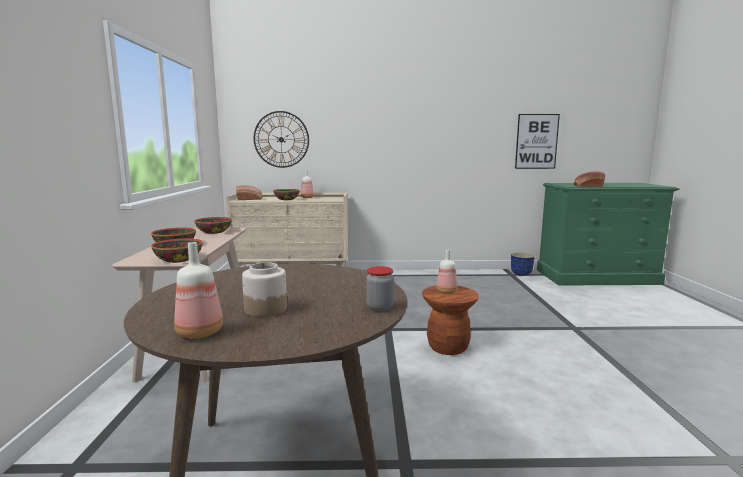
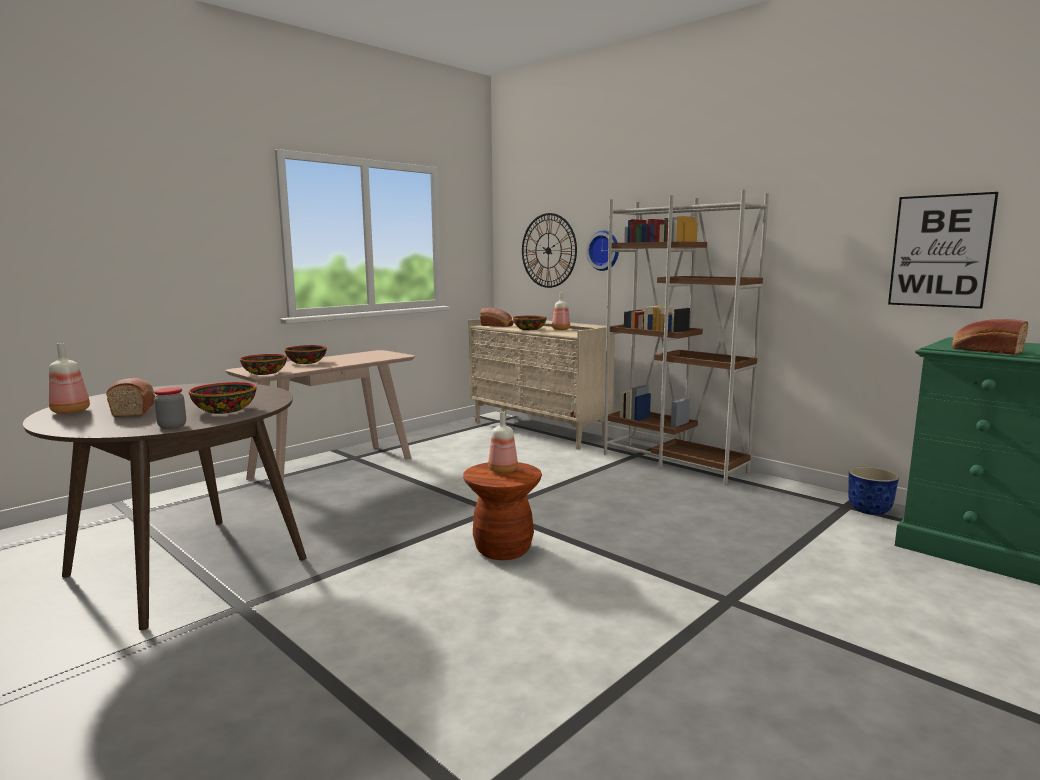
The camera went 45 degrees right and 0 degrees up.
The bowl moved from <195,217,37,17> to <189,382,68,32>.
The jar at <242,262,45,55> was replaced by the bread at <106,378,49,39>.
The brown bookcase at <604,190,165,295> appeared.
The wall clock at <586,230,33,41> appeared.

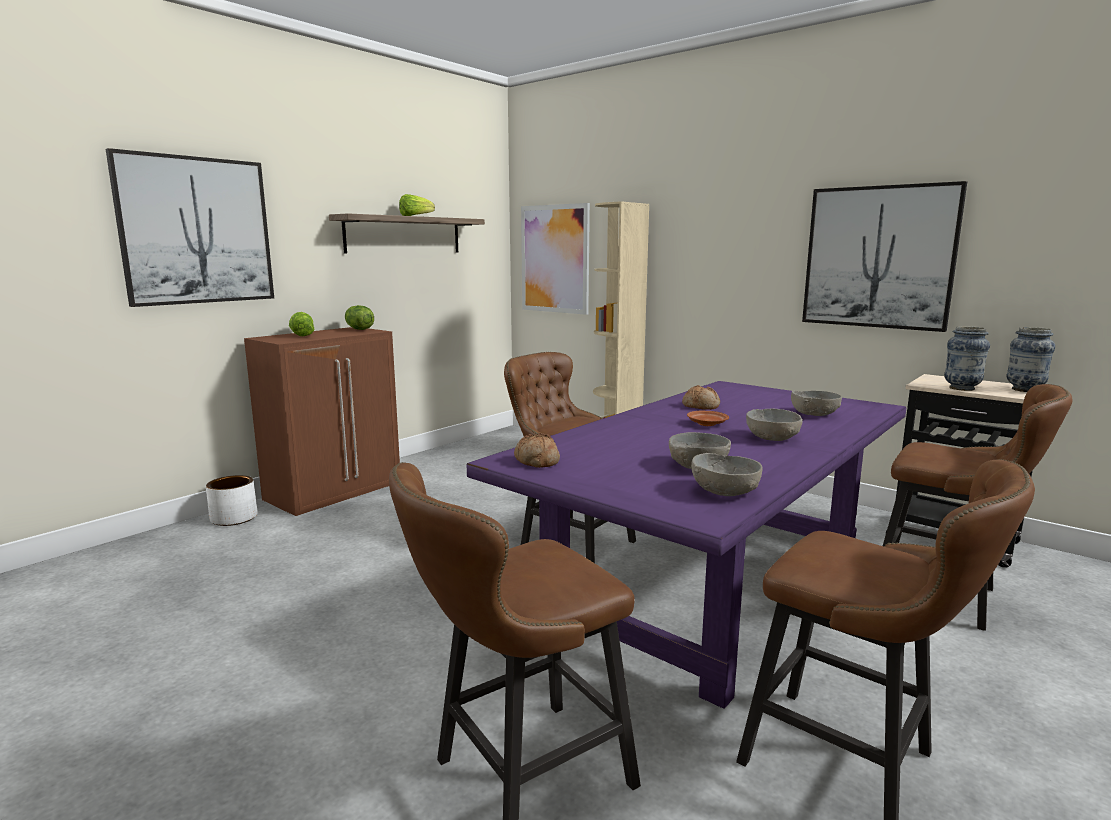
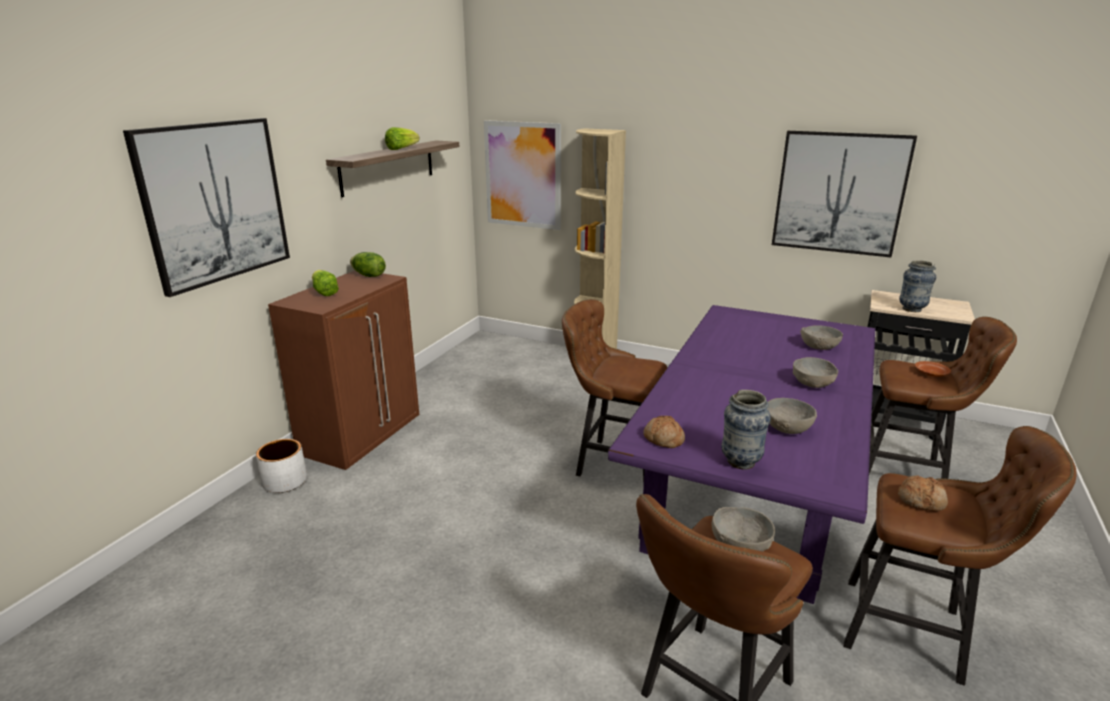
The camera went 15 degrees left and 10 degrees up.
The vase moved from <1007,327,48,65> to <721,390,50,79>.
The bread moved from <682,385,38,25> to <898,475,50,37>.
The brown plate moved from <687,411,42,15> to <915,361,36,16>.
The grey bowl moved from <691,453,71,43> to <712,507,63,45>.

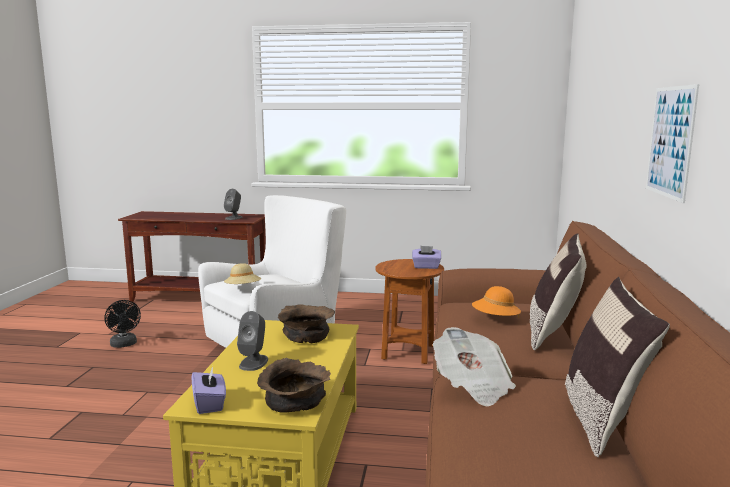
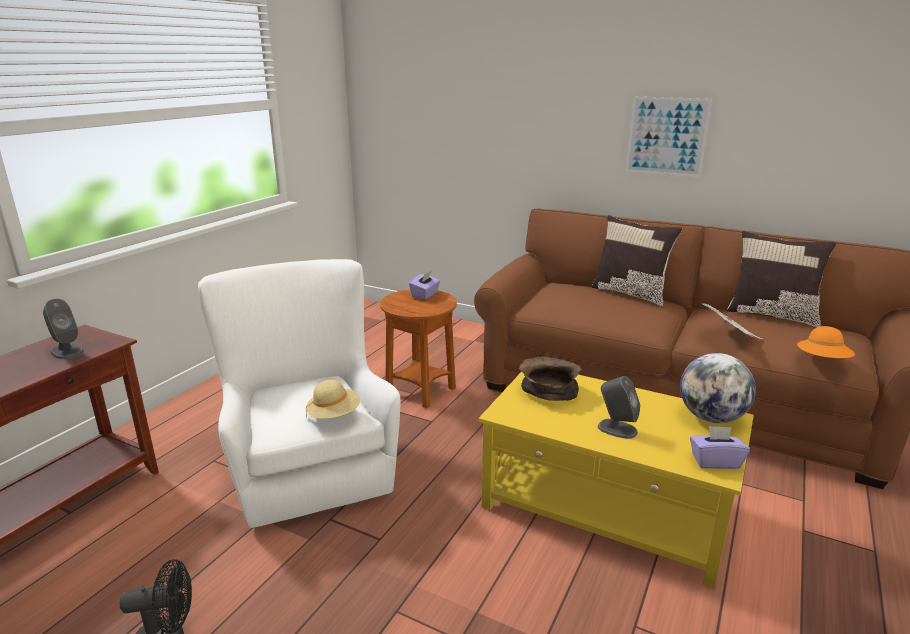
The camera went 70 degrees left and 10 degrees up.
The orange hat moved from <472,286,49,32> to <797,326,58,32>.
The brown bowl at <257,358,74,55> was replaced by the globe at <680,353,76,70>.

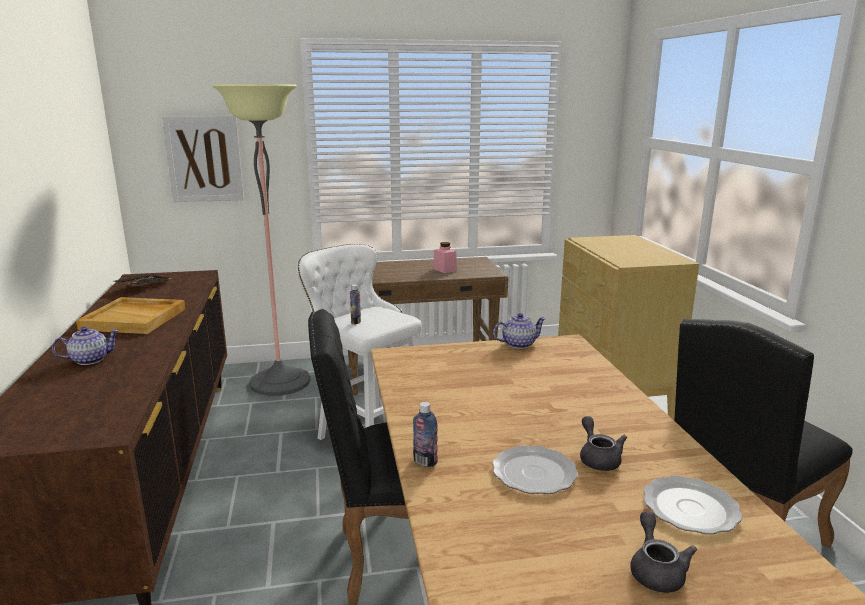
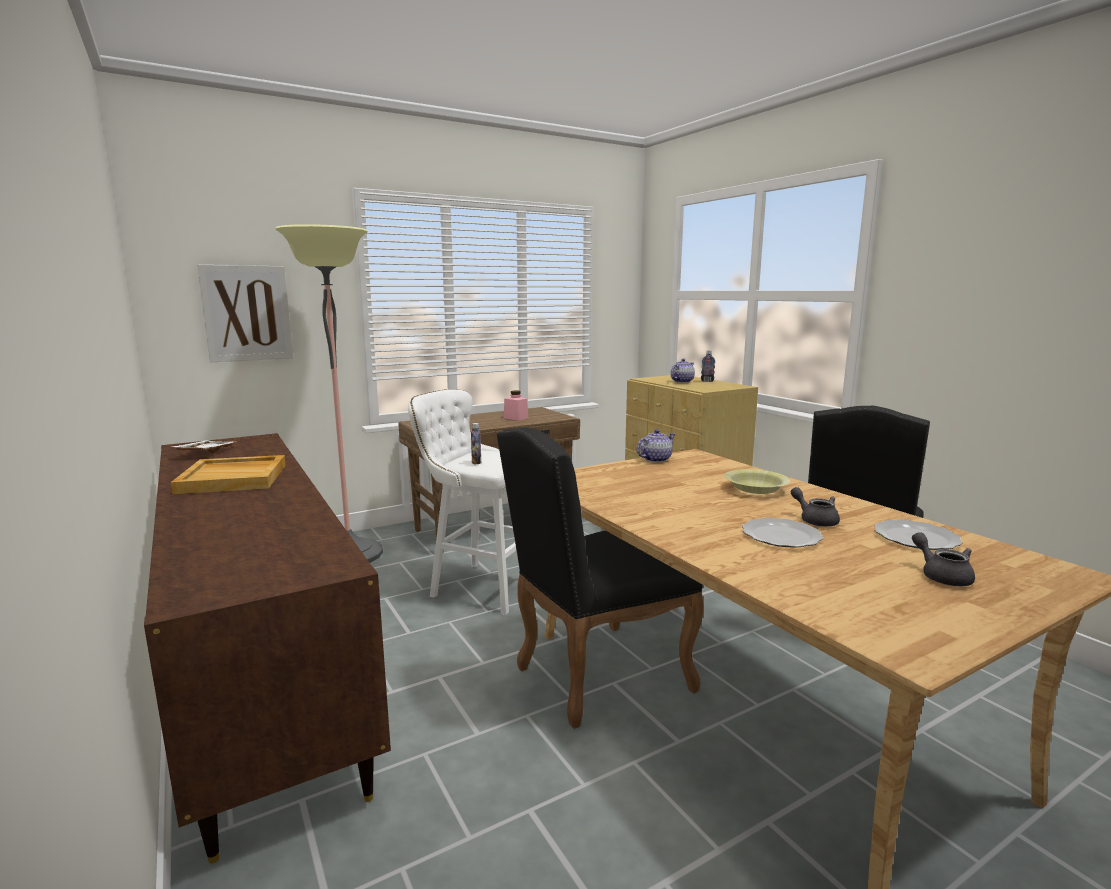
The camera went 20 degrees left and 5 degrees down.
The black tray at <114,274,58,15> became the white tray at <172,440,61,13>.
The teapot moved from <52,327,67,38> to <671,359,24,24>.
The bottle moved from <413,402,25,65> to <701,350,14,32>.
The yellow bowl at <724,469,66,25> appeared.

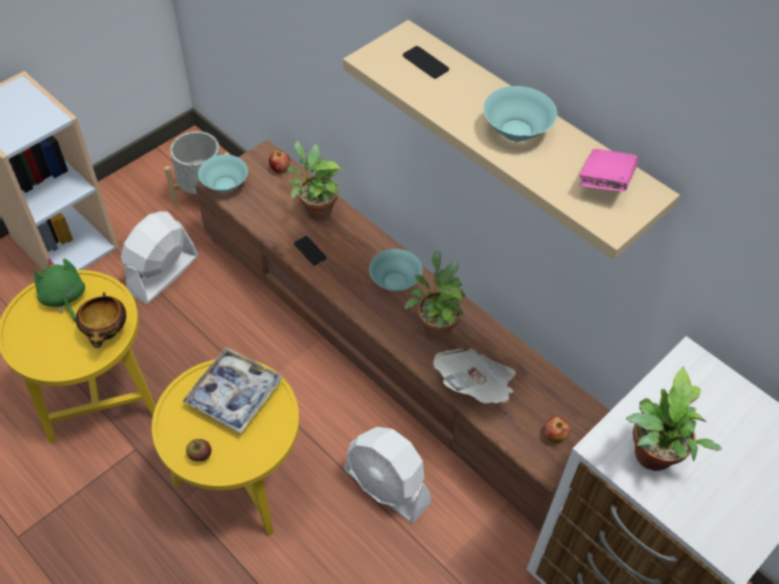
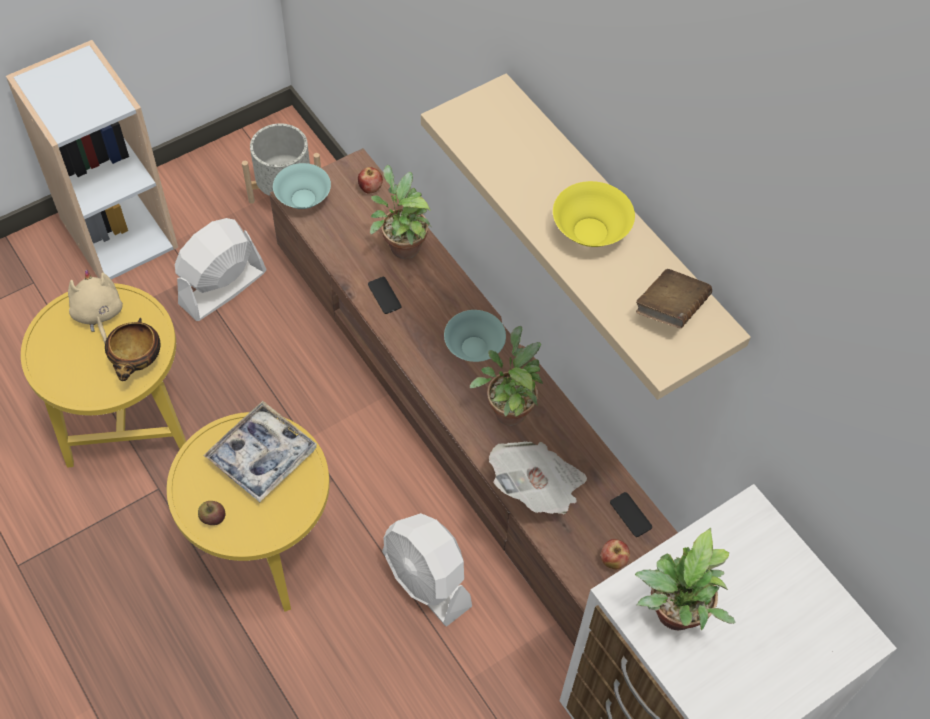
The camera went 10 degrees right and 5 degrees up.
The phone moved from <403,46,46,33> to <610,492,42,45>.
The turquoise bowl at <483,86,74,56> became the yellow bowl at <553,181,82,66>.
The pink book at <579,149,59,42> became the brown book at <636,269,76,59>.
The green plush toy at <34,258,51,64> became the beige plush toy at <68,270,55,73>.

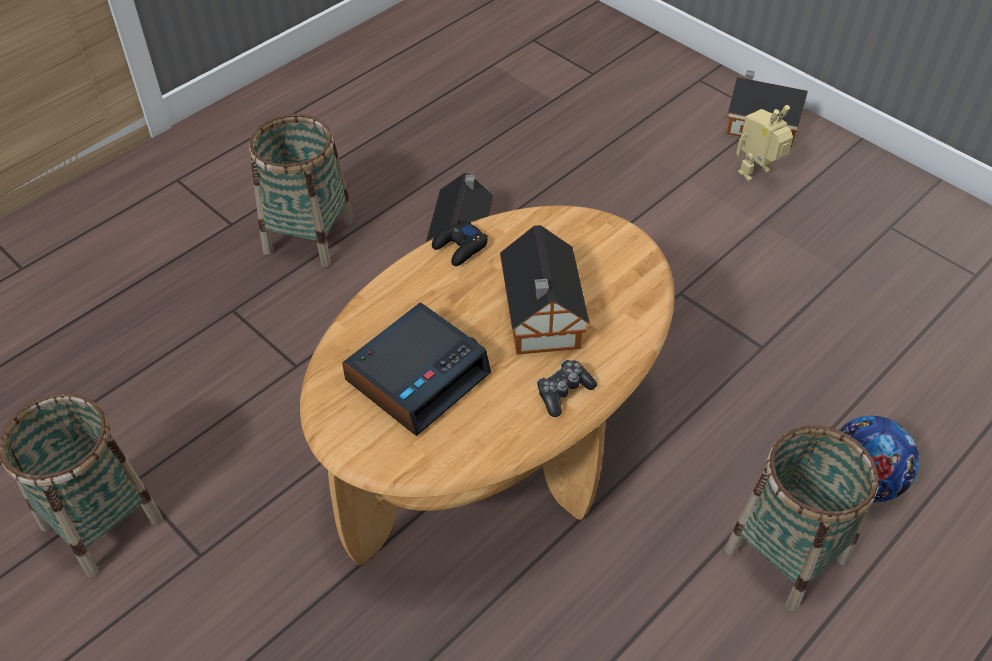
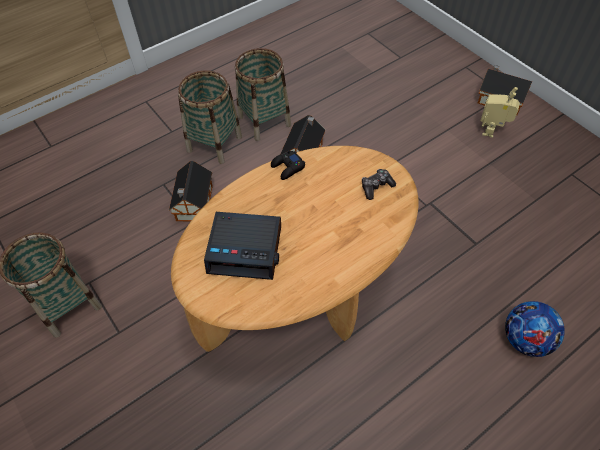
The camera went 10 degrees right and 5 degrees up.
The toy robot at <736,105,57,76> turned 45 degrees counterclockwise.
The toy house moved from <500,225,90,130> to <169,161,44,61>.
The alarm clock at <342,303,149,133> turned 45 degrees clockwise.
The game controller moved from <537,360,60,57> to <362,169,34,31>.
The basket moved from <724,425,155,187> to <235,48,56,93>.

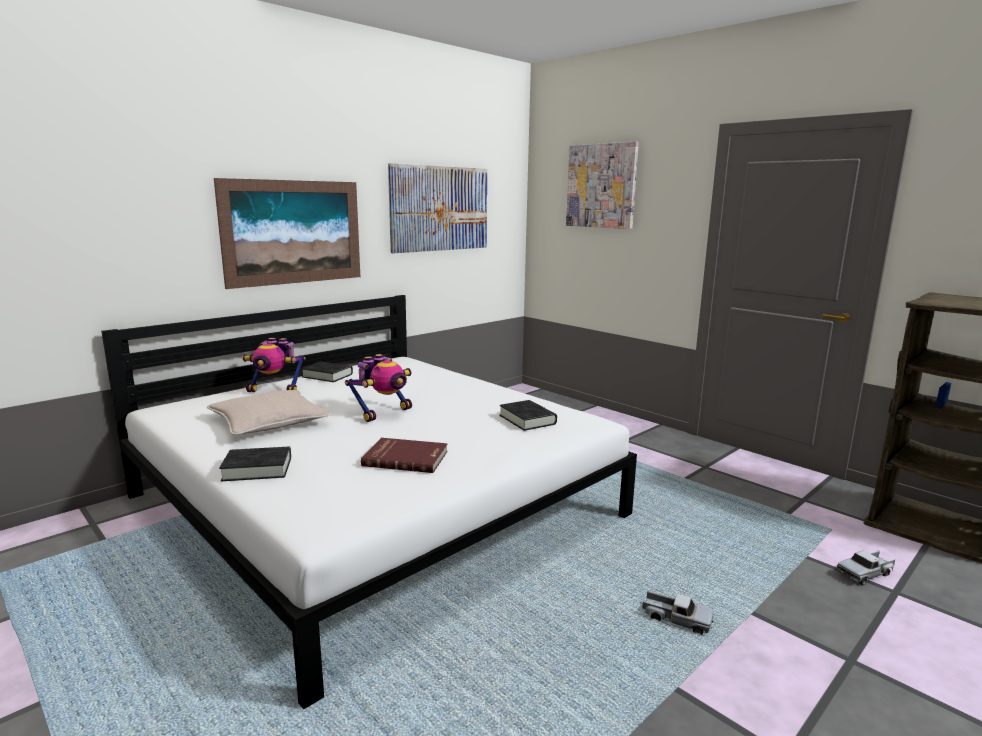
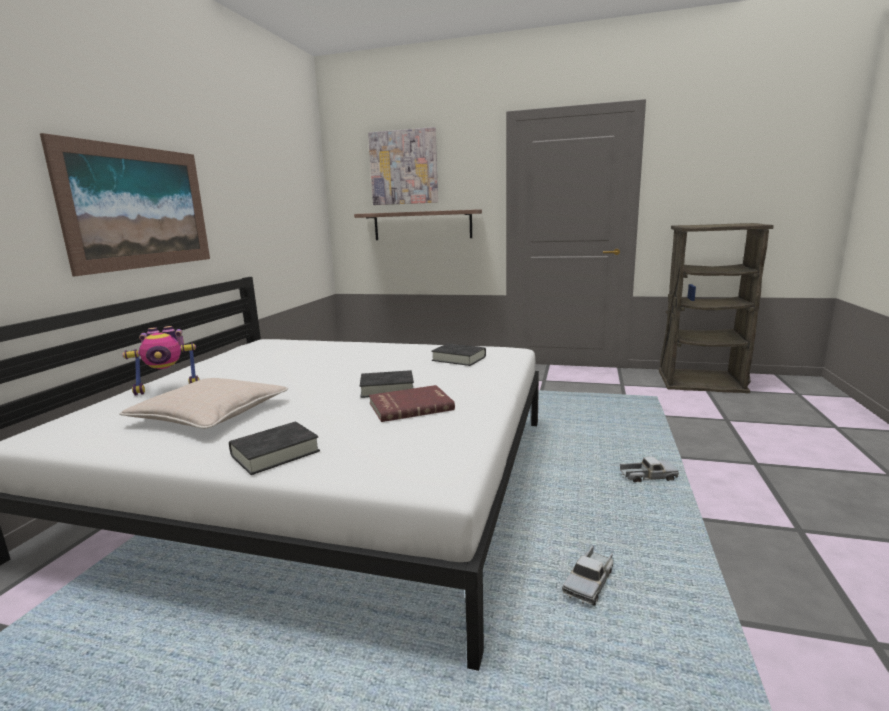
The camera went 30 degrees left and 0 degrees up.
The picture at <388,163,99,90> disappeared.
The toy robot at <345,354,67,68> disappeared.
The black book moved from <301,361,52,21> to <360,370,54,28>.
The toy truck moved from <837,551,58,35> to <562,545,51,61>.
The shelf at <354,210,128,30> appeared.

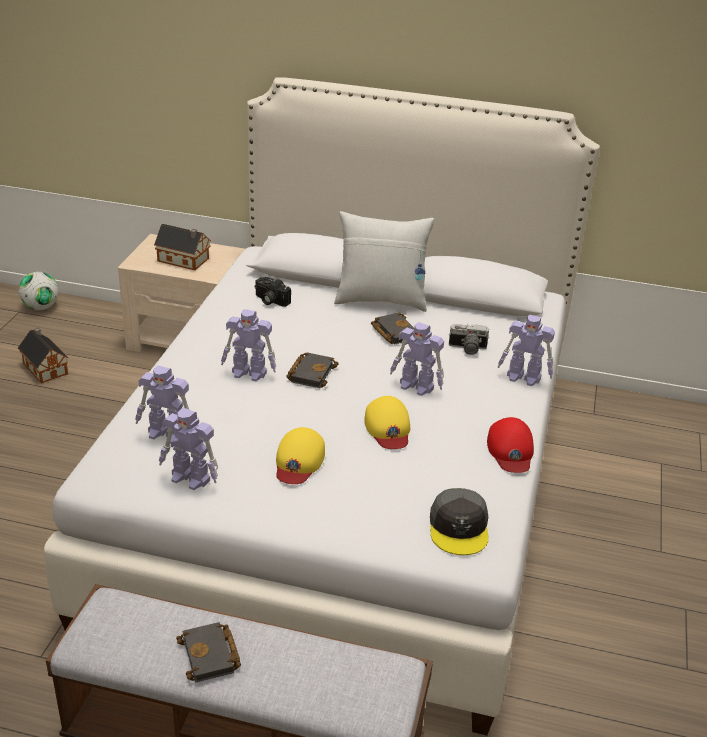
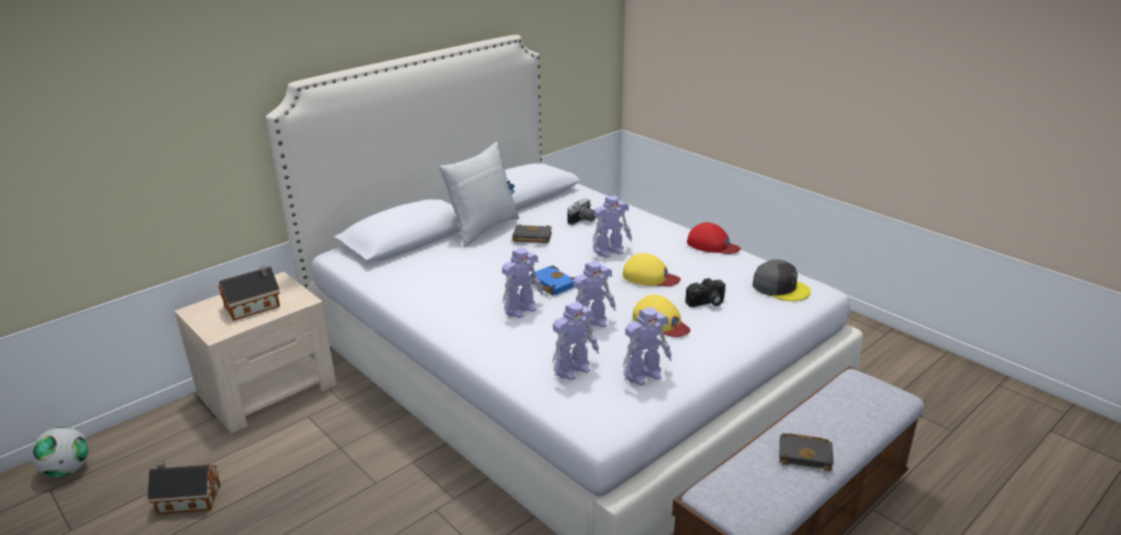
The camera went 55 degrees left and 5 degrees down.
The photo camera moved from <255,277,36,30> to <685,278,41,29>.
The toy robot moved from <498,315,57,71> to <573,260,43,73>.
The black book at <286,352,53,36> became the blue book at <530,265,44,30>.

